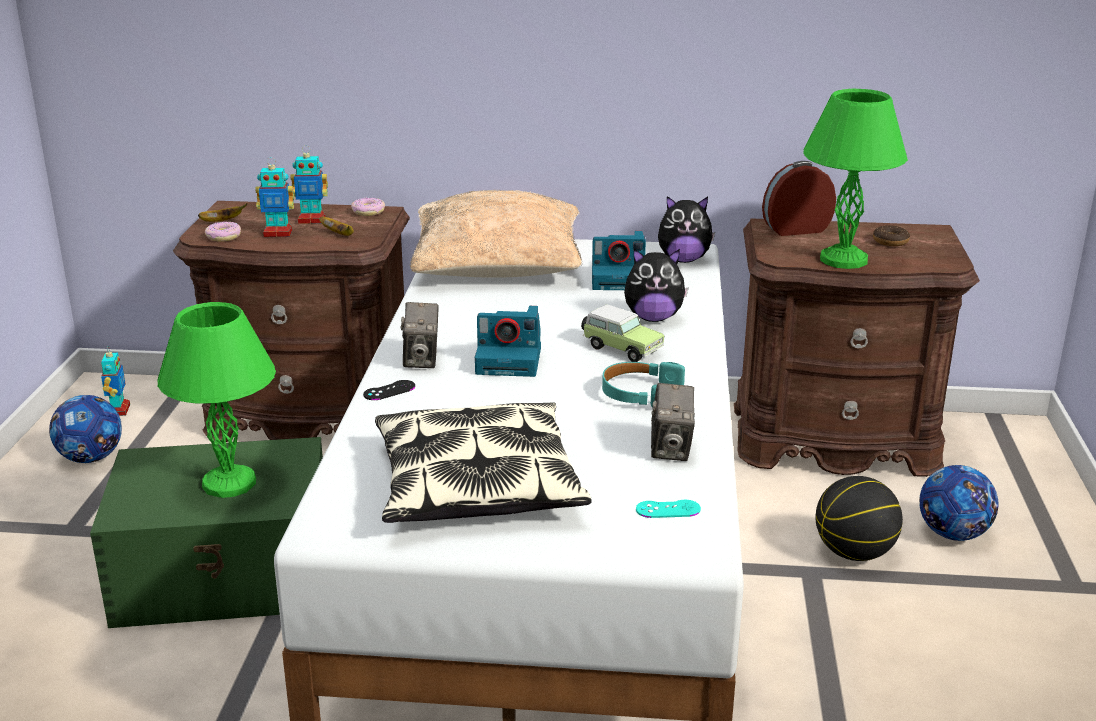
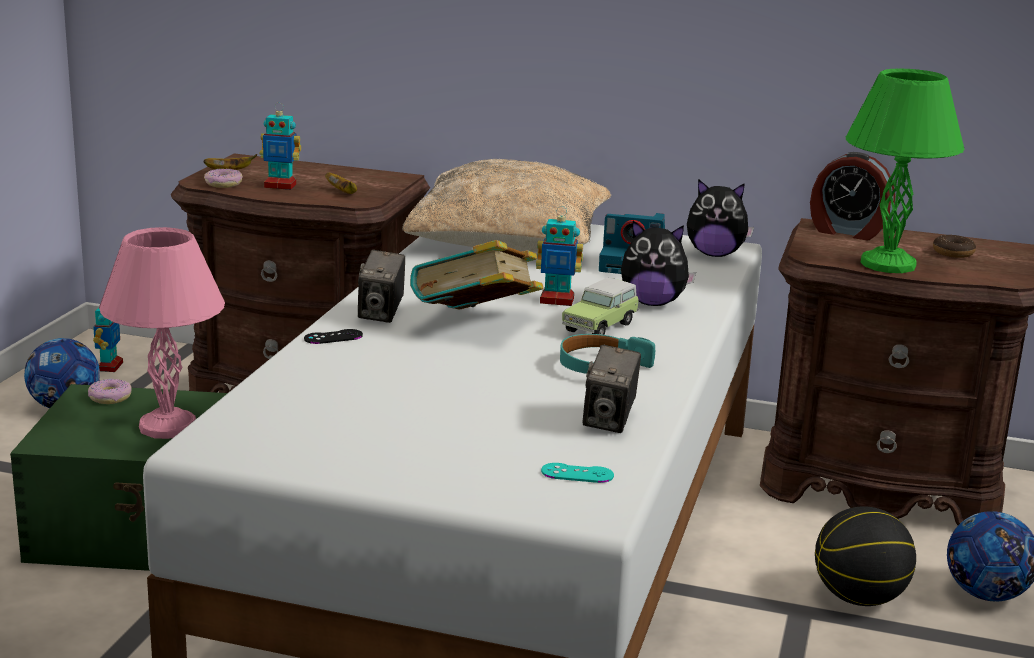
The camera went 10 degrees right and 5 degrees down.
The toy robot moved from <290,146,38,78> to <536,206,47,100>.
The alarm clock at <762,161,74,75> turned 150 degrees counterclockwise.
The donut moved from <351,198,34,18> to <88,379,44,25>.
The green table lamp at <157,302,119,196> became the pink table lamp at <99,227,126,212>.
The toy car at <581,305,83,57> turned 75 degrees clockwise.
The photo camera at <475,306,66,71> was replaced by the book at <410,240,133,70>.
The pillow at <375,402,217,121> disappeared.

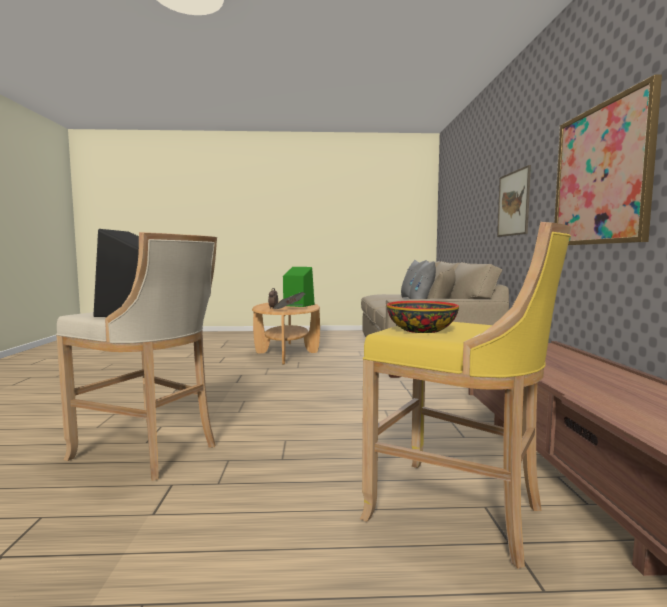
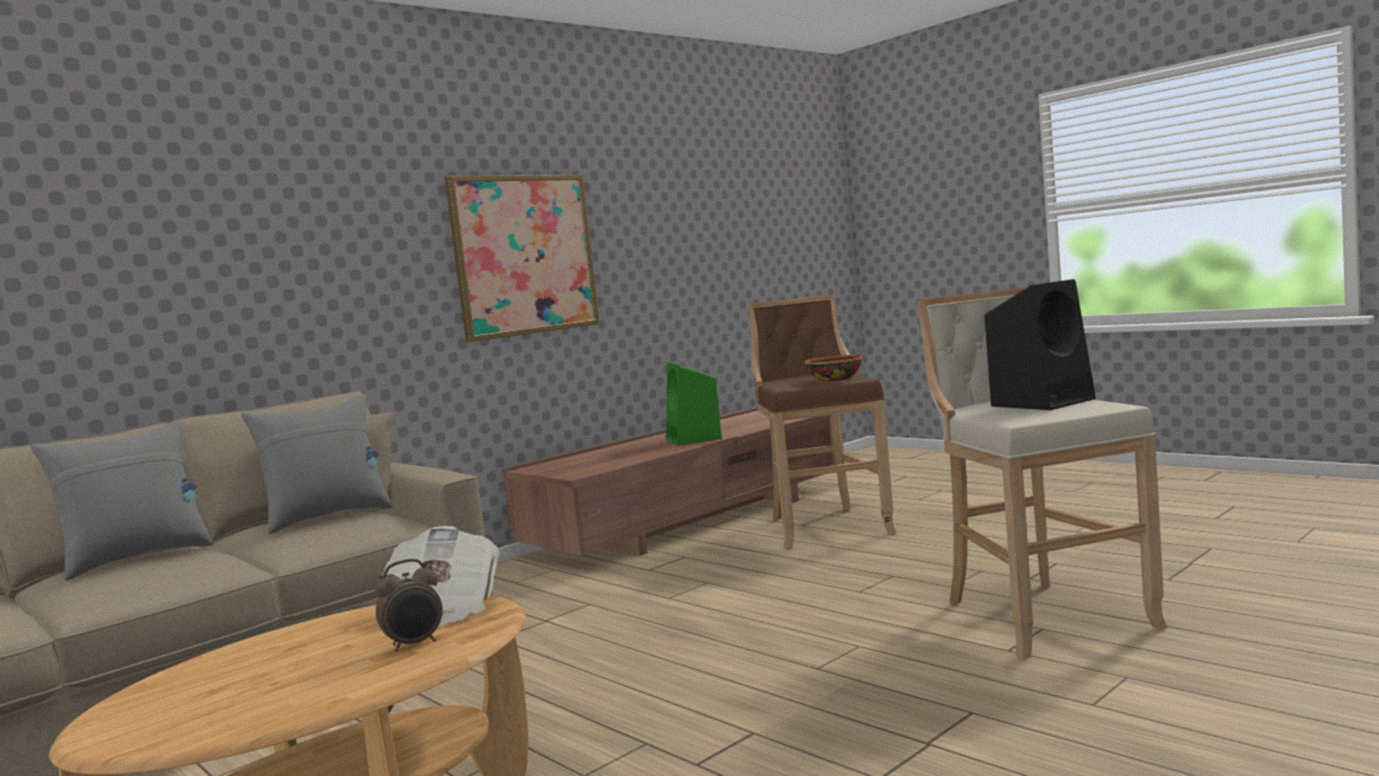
The camera went 130 degrees left and 0 degrees up.
The picture at <497,165,34,72> disappeared.
The yellow stool at <360,222,212,347> became the brown stool at <748,295,149,254>.
The green speaker moved from <283,267,32,40> to <666,362,56,83>.

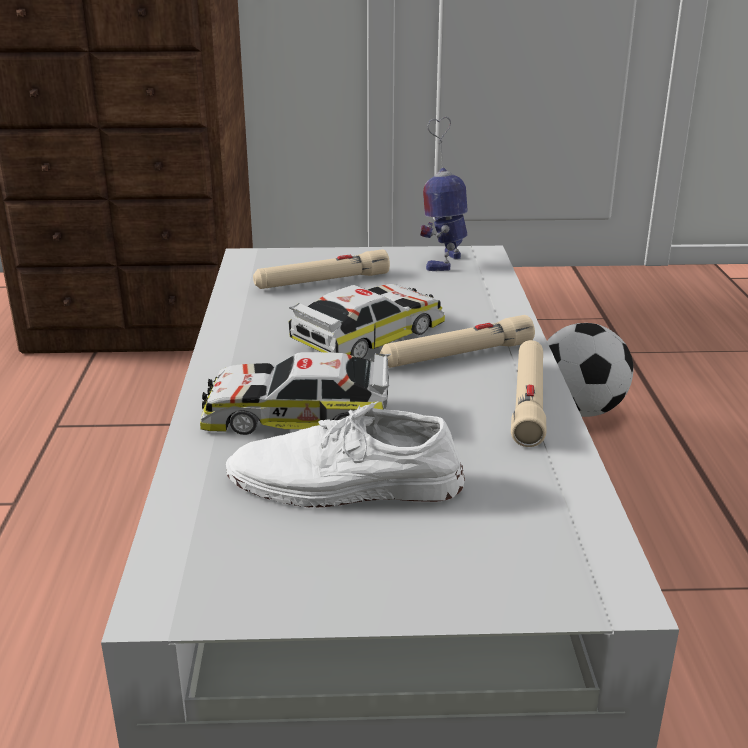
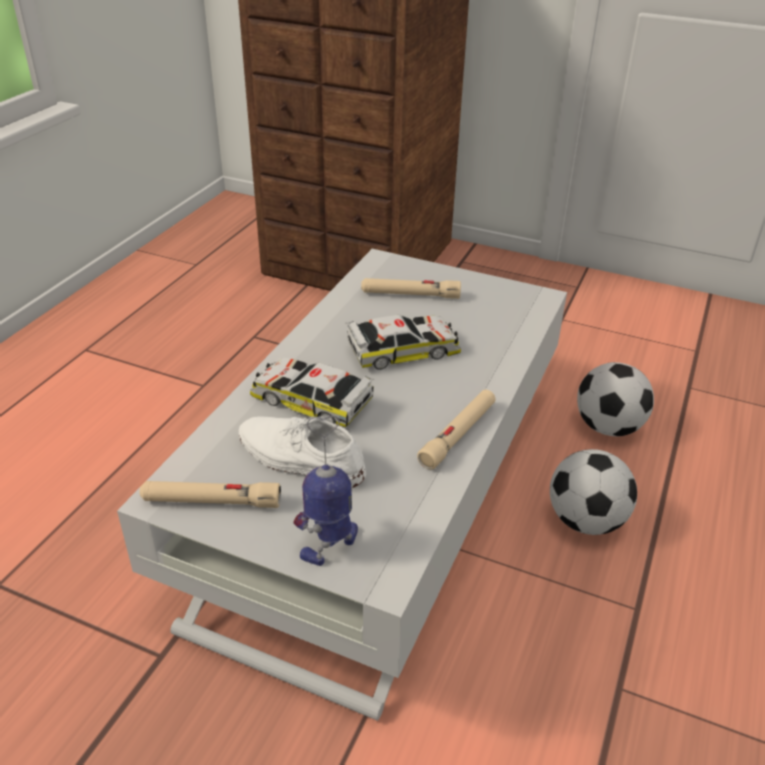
The camera went 25 degrees right and 10 degrees up.
The toy robot moved from <420,117,48,154> to <293,416,65,150>.
The beige flashlight moved from <380,315,155,53> to <140,481,141,27>.
The football at <550,449,87,86> appeared.

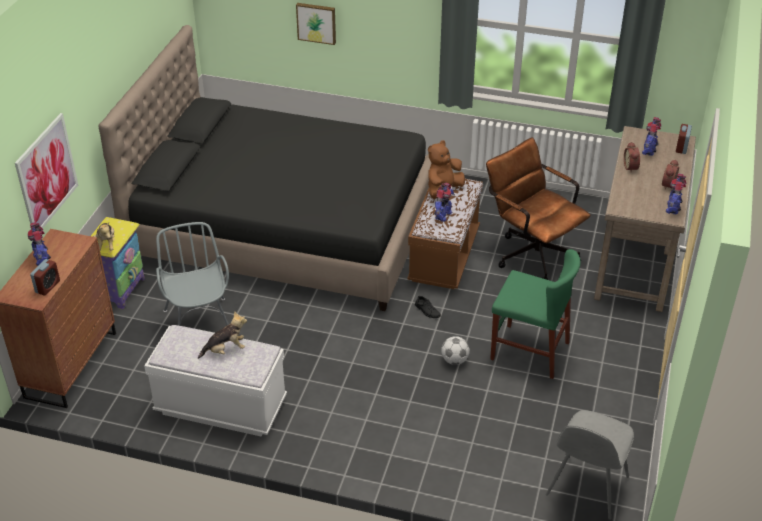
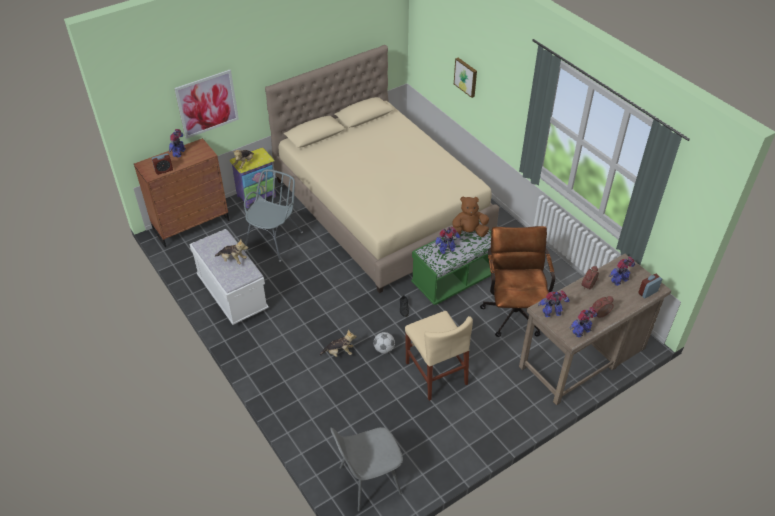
The camera went 40 degrees right and 5 degrees up.
The black bed at <98,25,333,286> became the beige bed at <265,45,234,248>.
The brown bench at <407,179,76,110> became the green bench at <411,221,80,84>.
The green chair at <490,249,91,130> became the beige chair at <405,311,68,90>.
The toy robot at <538,291,32,26> appeared.
The plush toy at <319,329,38,28> appeared.

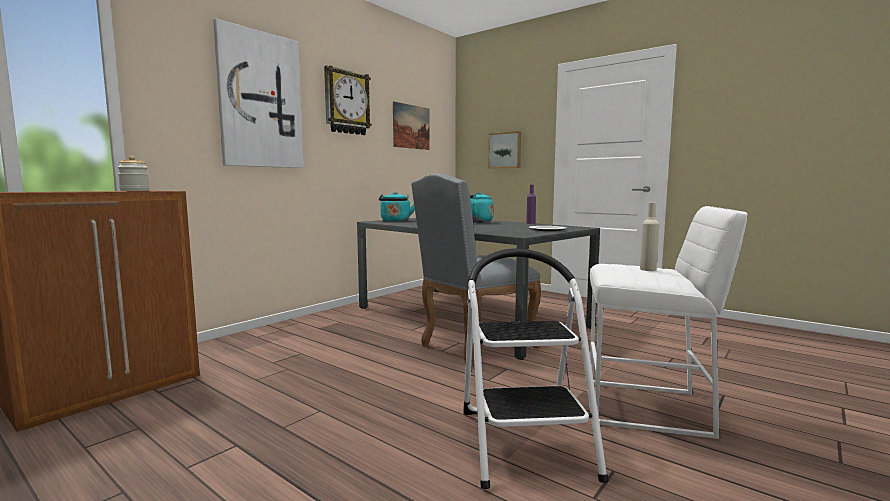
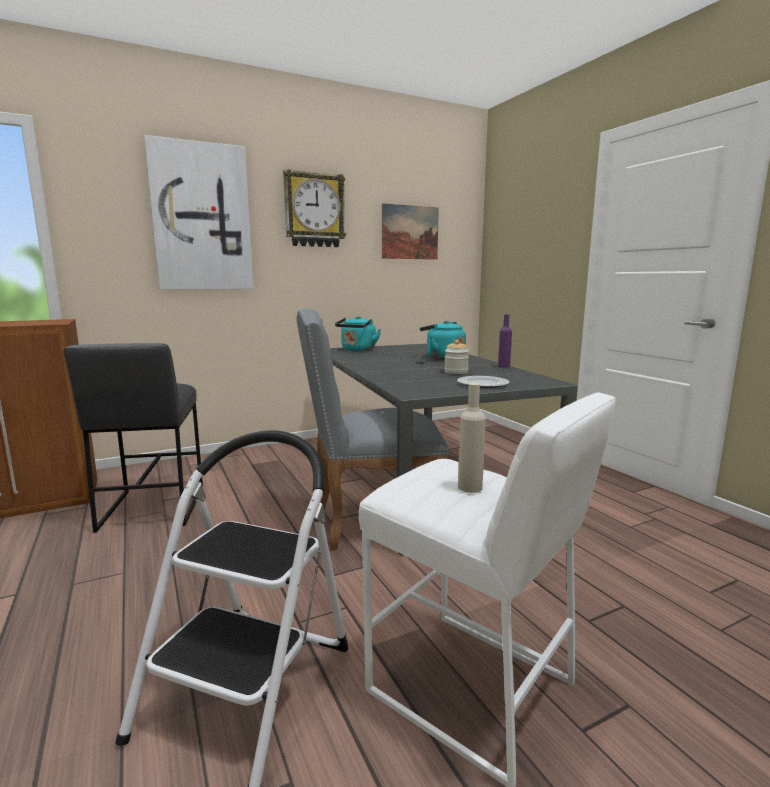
The camera went 25 degrees right and 5 degrees up.
The picture at <488,131,33,38> disappeared.
The jar moved from <117,156,33,35> to <444,340,25,34>.
The grey stool at <63,343,140,190> appeared.

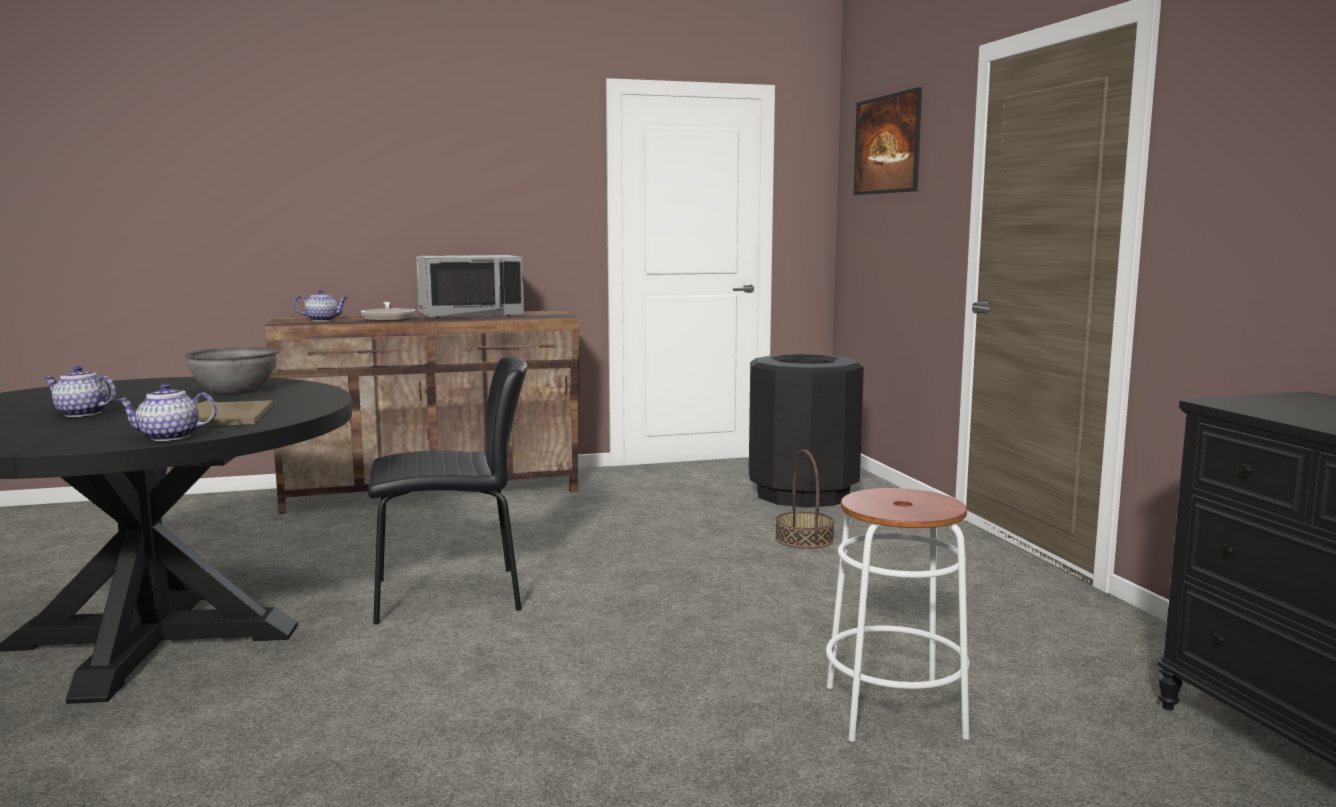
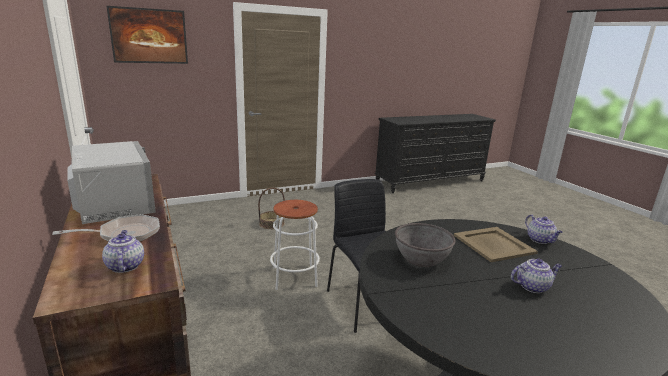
The camera went 100 degrees left and 10 degrees up.
The black trash can at <749,354,115,154> disappeared.
The teapot at <44,366,72,51> turned 105 degrees counterclockwise.
The white stool moved from <826,488,144,254> to <270,200,50,90>.

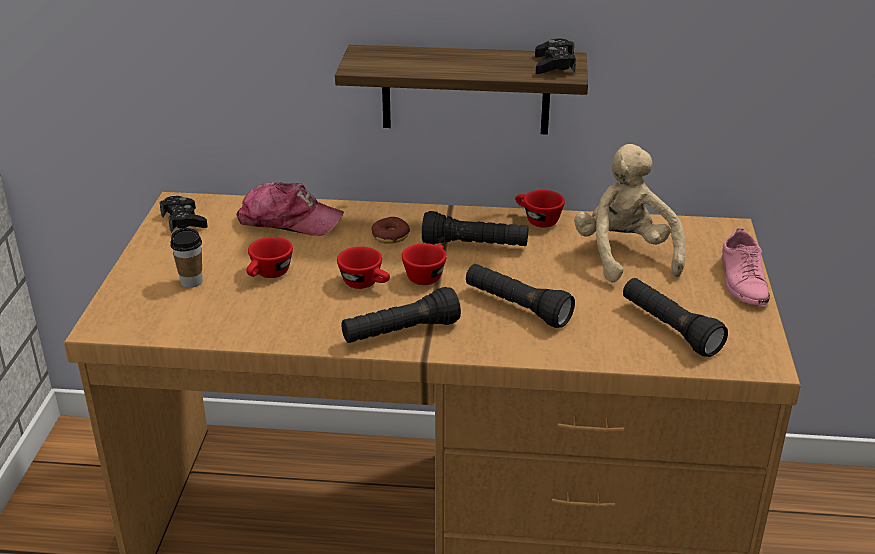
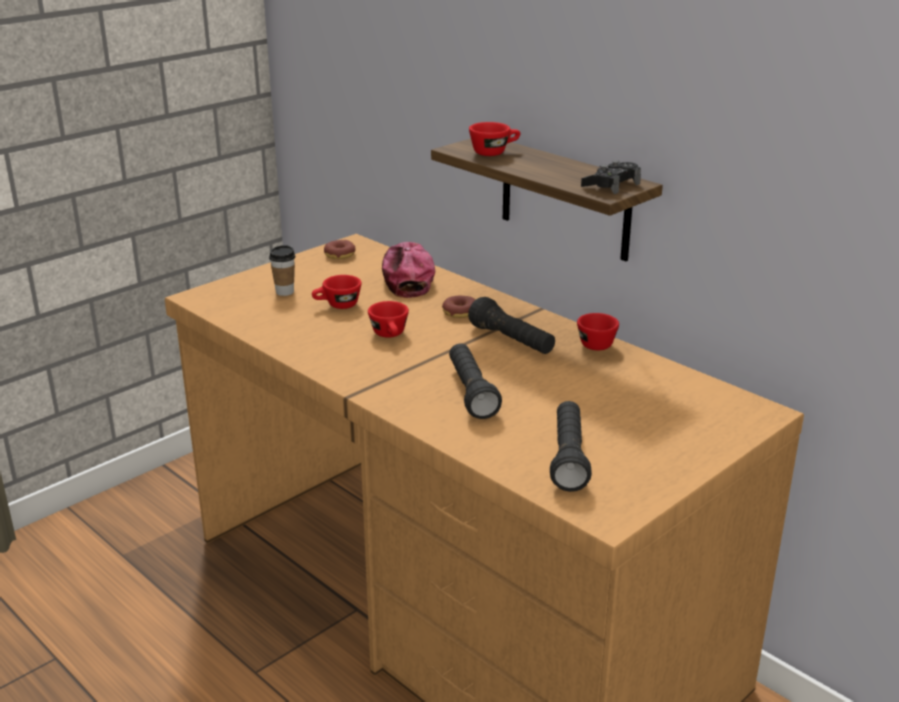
The camera went 40 degrees right and 5 degrees down.
The beige plush toy at <574,144,112,138> disappeared.
The cap at <237,182,107,54> turned 150 degrees counterclockwise.
The black game controller at <159,196,49,37> was replaced by the donut at <324,240,31,19>.
The pink shoe at <722,228,48,77> disappeared.
The red cup moved from <402,243,45,42> to <469,122,51,34>.
The black flashlight at <341,287,120,56> disappeared.

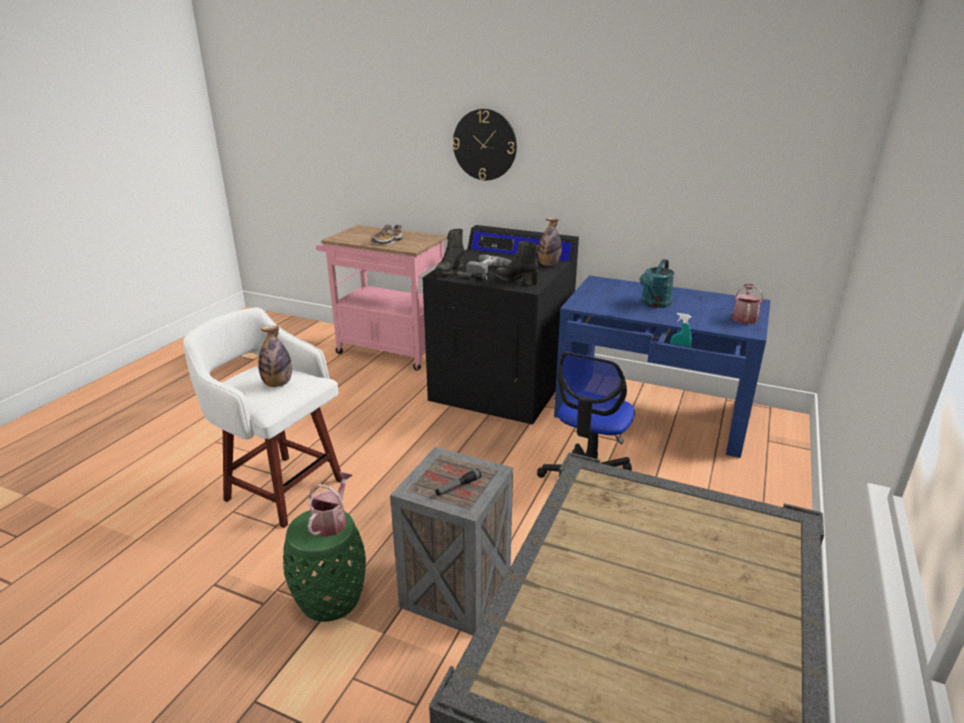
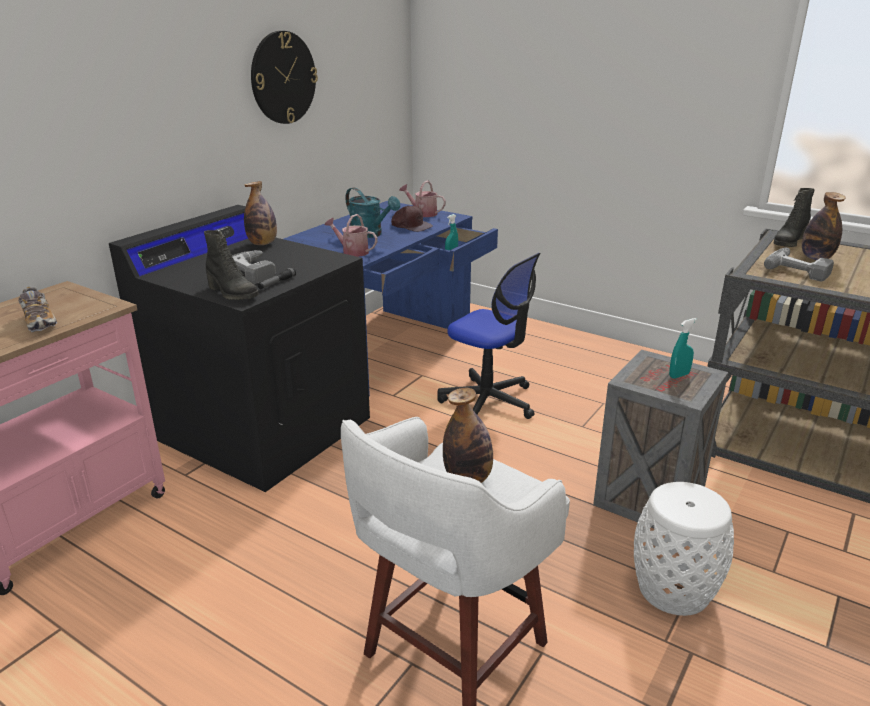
The camera went 80 degrees left and 0 degrees up.
The wall clock moved from <452,109,65,71> to <251,31,67,93>.
The black boot moved from <494,241,45,45> to <774,188,41,59>.
The flashlight at <435,468,46,28> was replaced by the turquoise spray bottle at <669,318,28,60>.
The watering can moved from <308,472,45,65> to <324,214,53,43>.
The green stool at <283,510,83,112> became the white stool at <634,482,100,134>.
The bottle at <802,192,44,68> appeared.
The brown cap at <391,205,42,27> appeared.
The power drill at <764,248,70,34> appeared.

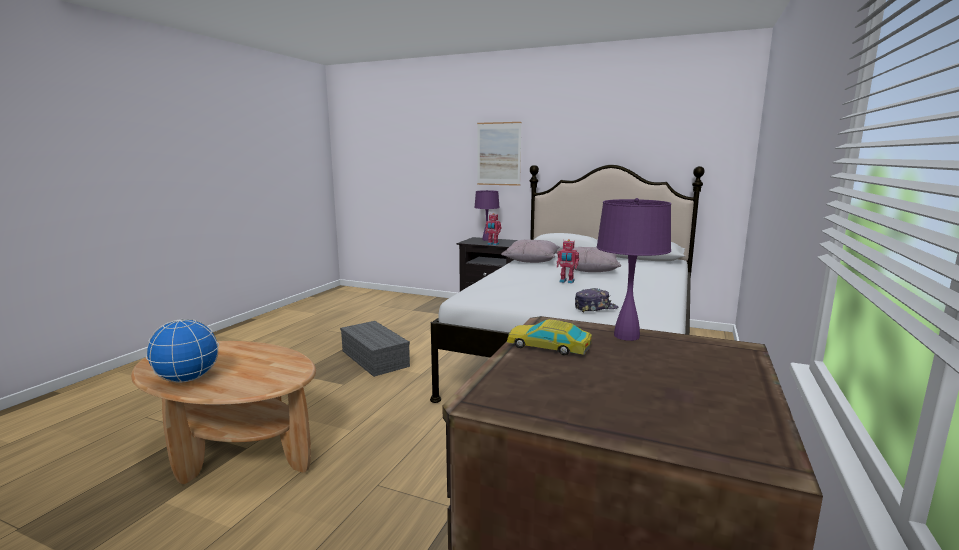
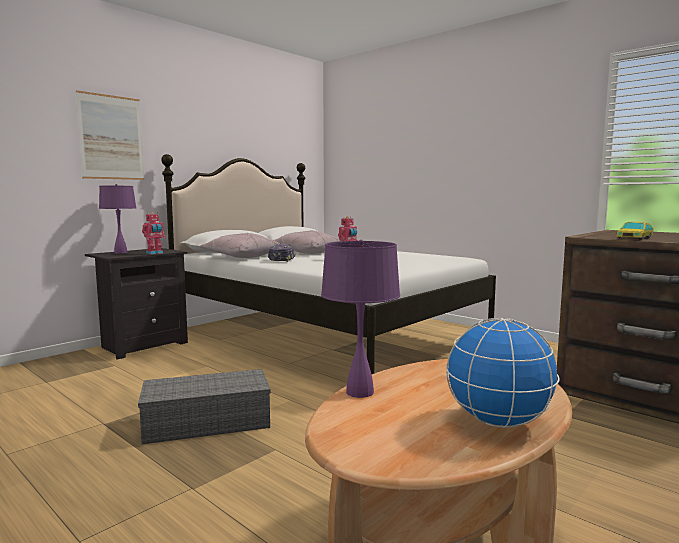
The camera went 70 degrees left and 5 degrees down.
The purple table lamp moved from <596,198,75,143> to <321,240,79,158>.
The cap moved from <575,288,43,24> to <268,244,28,18>.

